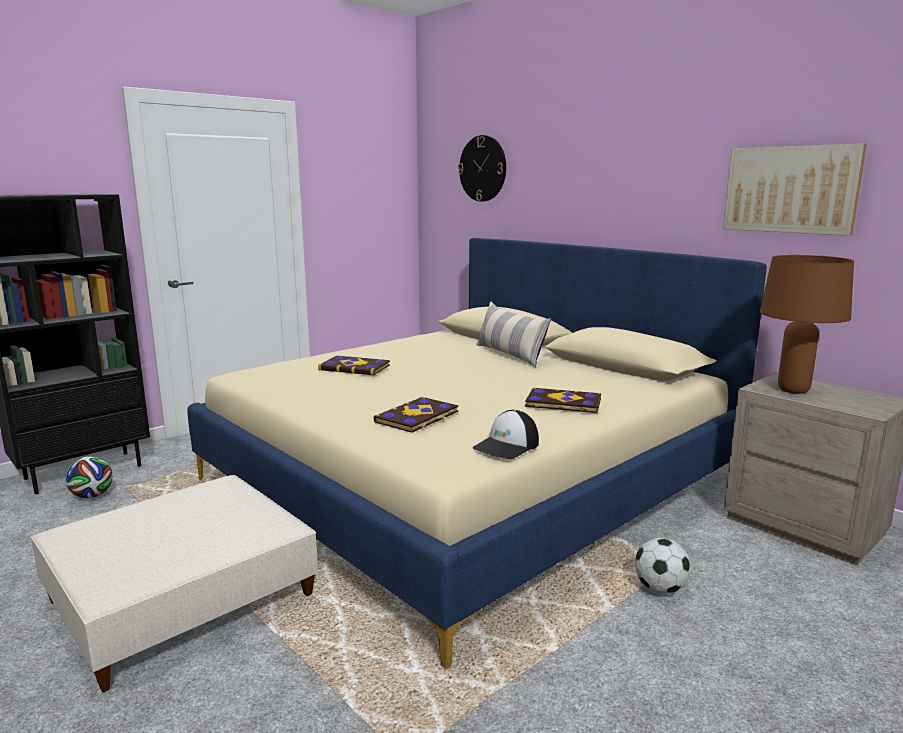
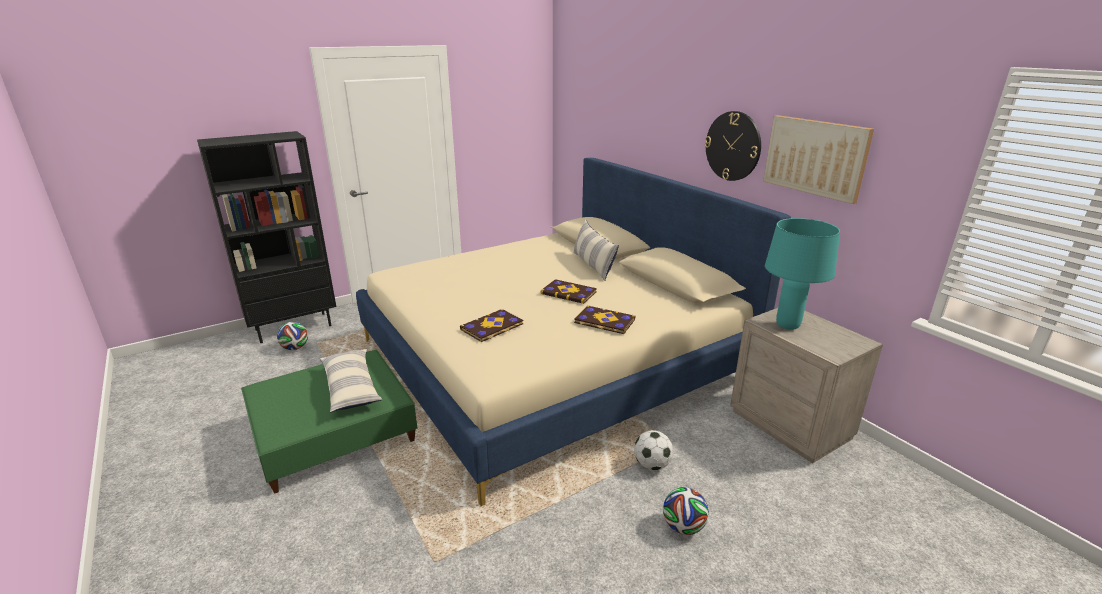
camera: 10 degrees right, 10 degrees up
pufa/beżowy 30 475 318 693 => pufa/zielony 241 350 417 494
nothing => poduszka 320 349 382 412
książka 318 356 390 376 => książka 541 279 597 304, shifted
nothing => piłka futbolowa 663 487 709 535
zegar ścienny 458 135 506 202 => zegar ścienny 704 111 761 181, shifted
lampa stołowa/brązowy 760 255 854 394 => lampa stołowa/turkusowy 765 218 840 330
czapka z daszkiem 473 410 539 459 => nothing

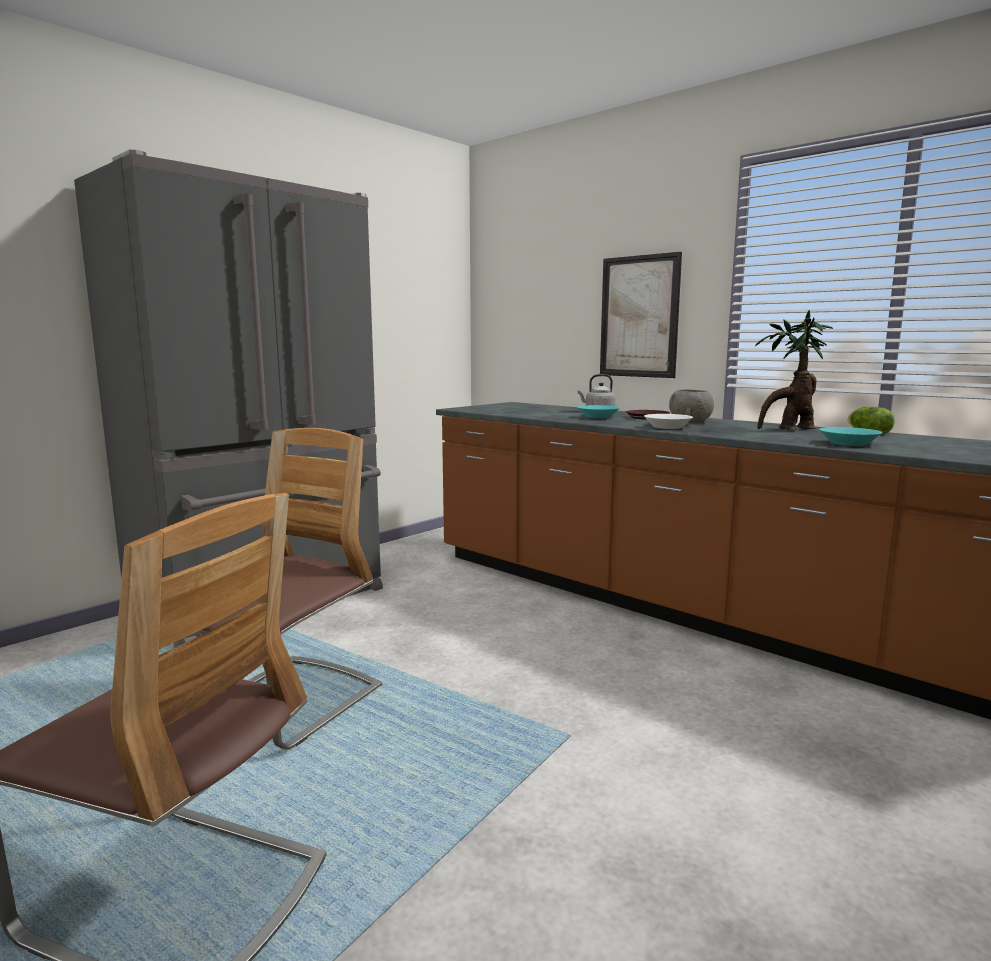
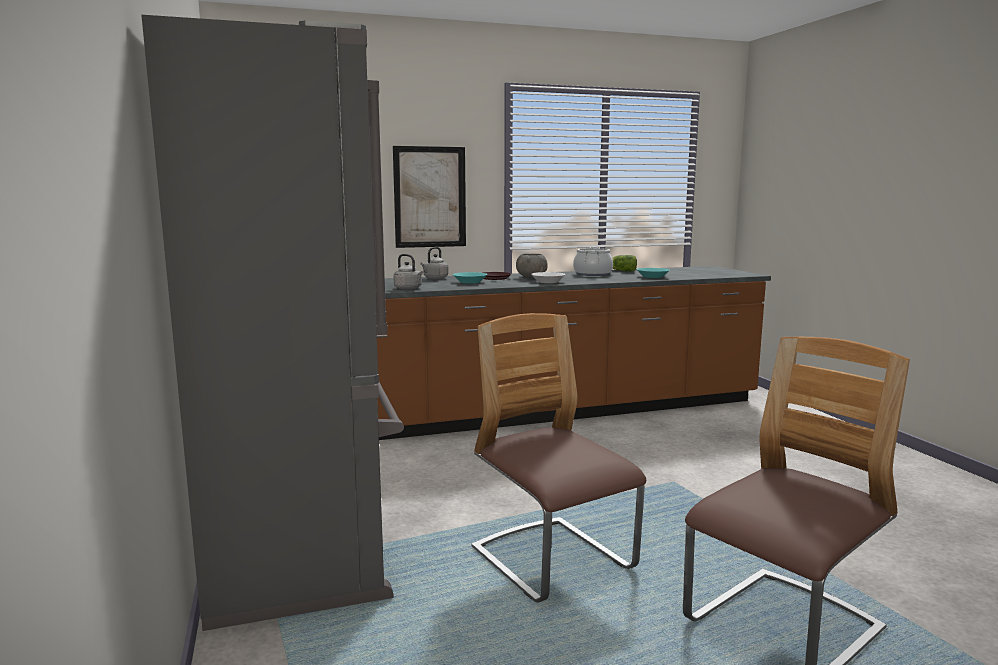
camera: 60 degrees left, 0 degrees up
nothing => czajnik/szary 393 254 423 290
roślina doniczkowa 755 310 833 430 => garnek 573 247 613 276

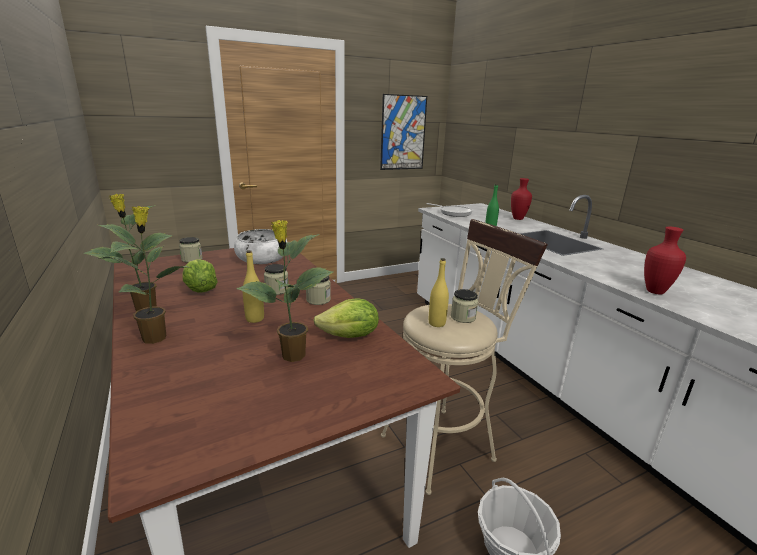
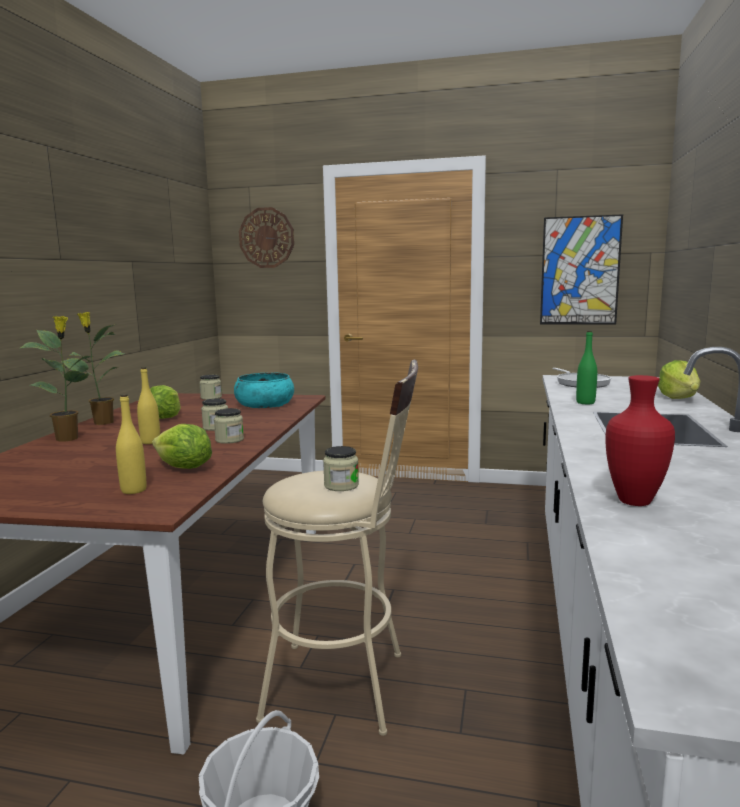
camera: 40 degrees right, 10 degrees down
butelka/żółty 429 258 449 327 => butelka/żółty 116 394 146 494, shifted
miska/biały 234 229 287 264 => miska/turkusowy 234 372 294 408
nothing => zegar ścienny 239 207 294 268
wazon/czerwony 511 178 532 220 => sałata 658 360 700 399
roślina doniczkowa 236 220 333 362 => nothing

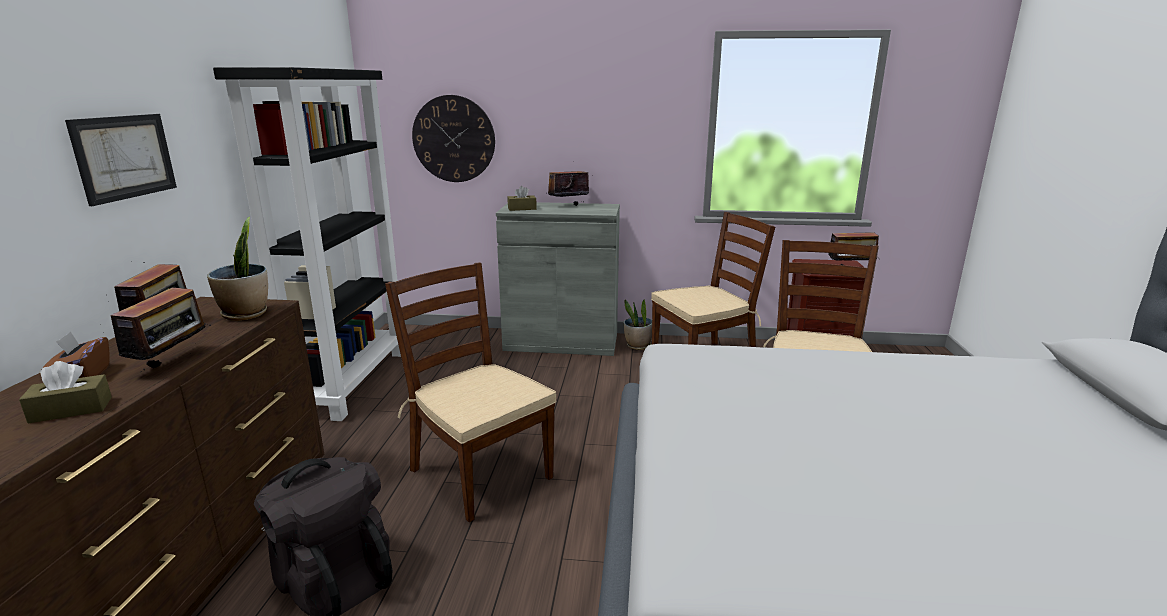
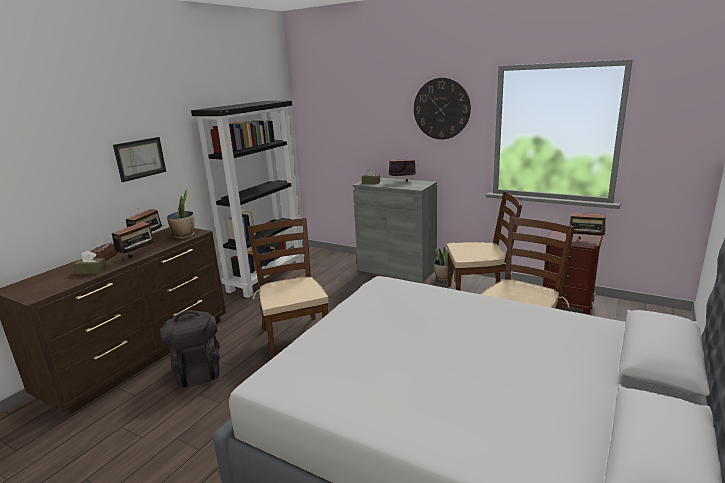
camera: 25 degrees right, 0 degrees up
zegar ścienny 412 95 495 182 => zegar ścienny 414 78 471 140, shifted

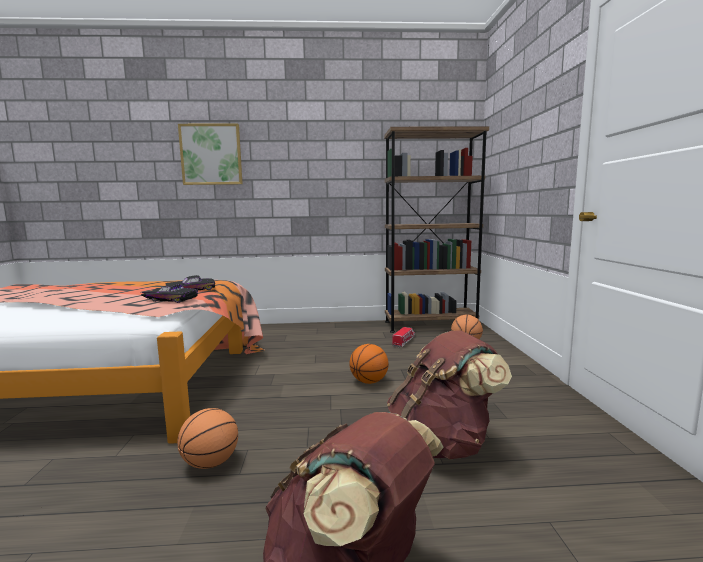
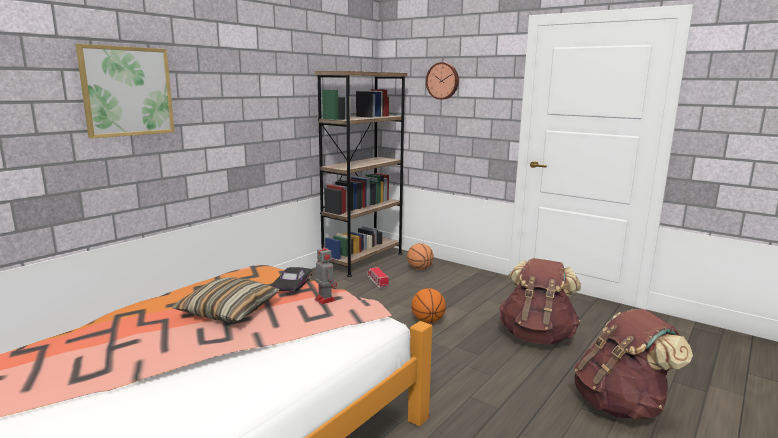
camera: 50 degrees left, 5 degrees up
nothing => poduszka 172 277 279 322
samochodzik/czarny 140 284 198 303 => robot zabawkowy 315 243 337 304
nothing => zegar ścienny 426 62 459 100
piłka do koszykówki 177 408 238 469 => nothing

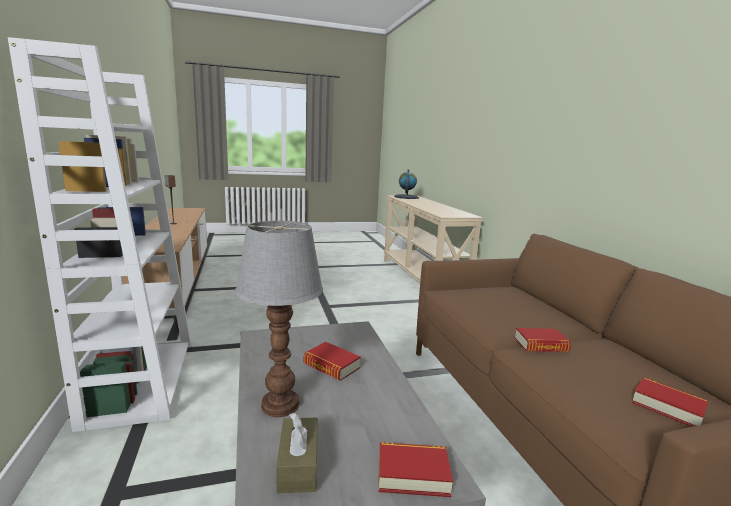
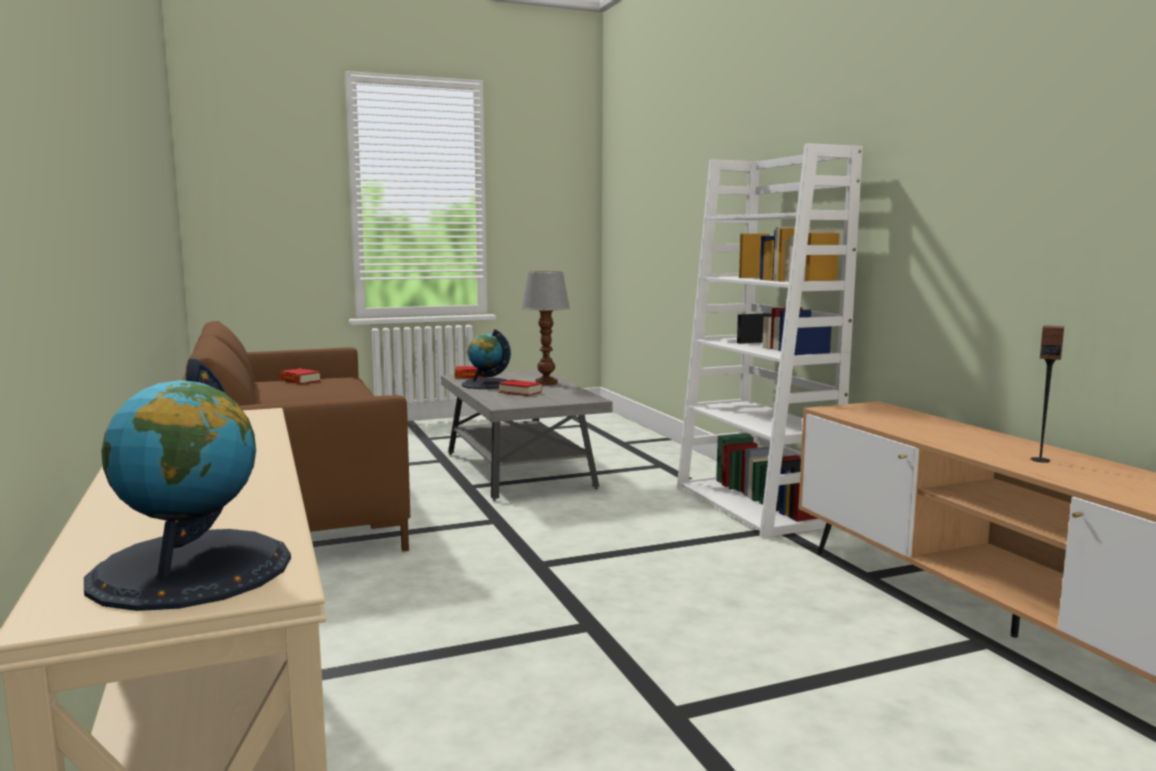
camera: 175 degrees right, 5 degrees down
nothing => globus 461 329 511 389
pudełko chusteczek/brązowy 276 413 318 493 => nothing
książka 515 328 571 352 => nothing

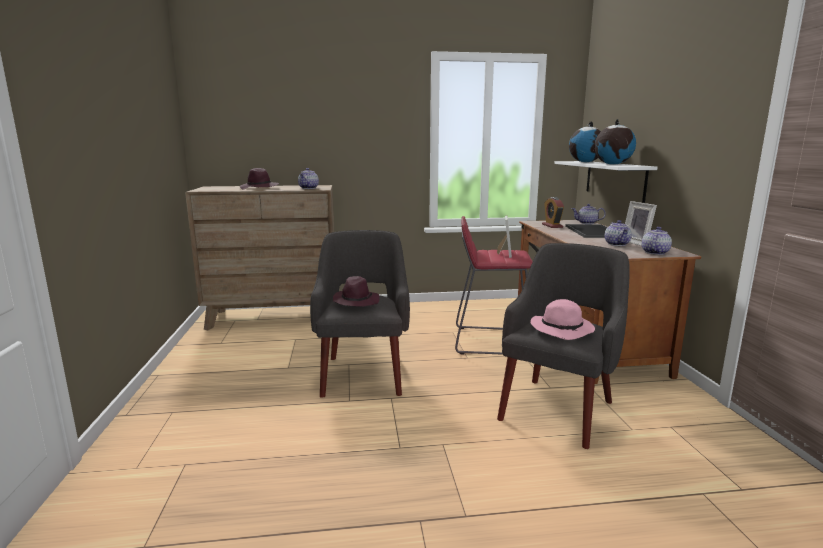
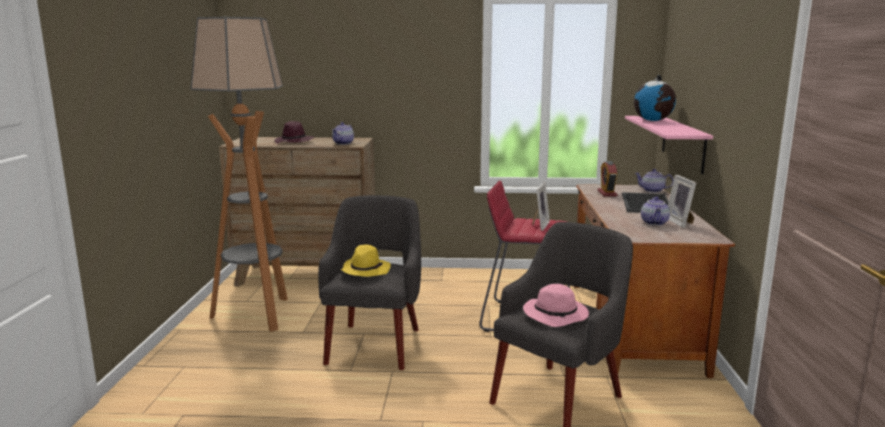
camera: 10 degrees right, 0 degrees up
nothing => lampa stojąca 190 17 288 332
kapelusz/fioletowy 333 276 380 307 => kapelusz/żółty 341 245 391 277
półka/biały 554 161 658 203 => półka/różowy 625 116 713 174
globus 594 119 636 165 => nothing
imbryk 642 227 672 255 => nothing

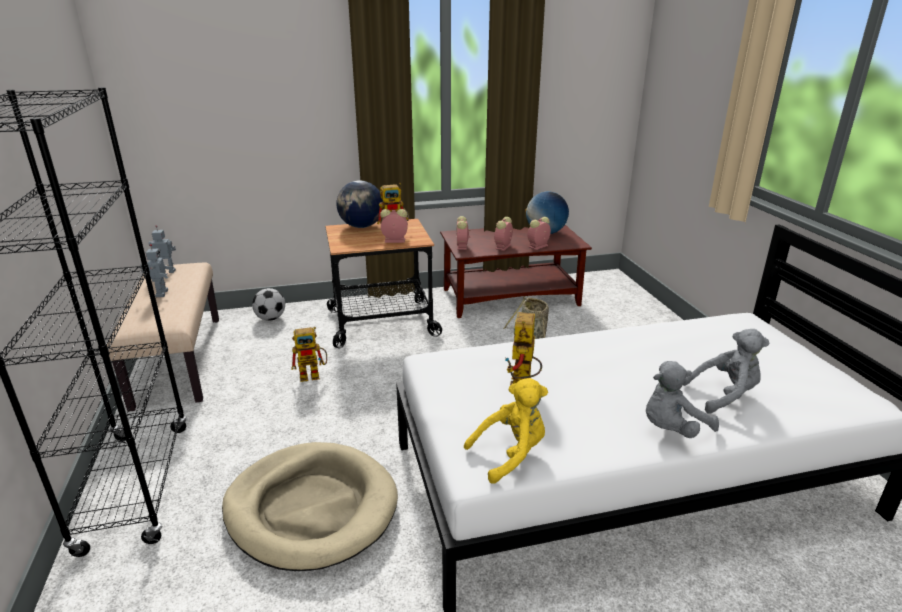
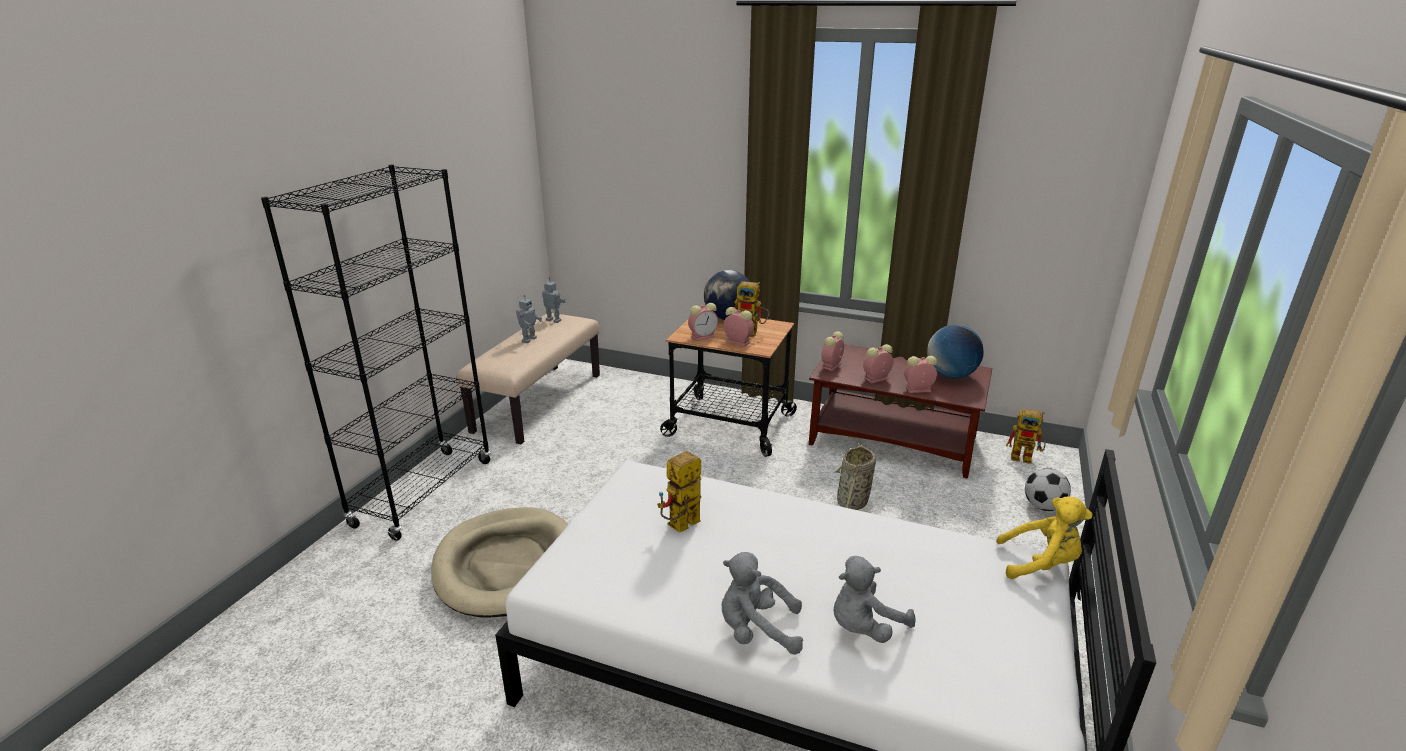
camera: 35 degrees right, 0 degrees up
nothing => budzik 688 303 718 341
pluszak/szary 683 329 769 414 => pluszak/szary 833 556 915 643, 120 degrees clockwise
pluszak/żółty 464 378 548 484 => pluszak/żółty 996 497 1092 579, shifted
robot zabawkowy 291 327 327 382 => robot zabawkowy 1006 409 1046 464, shifted
piłka futbolowa 252 288 285 321 => piłka futbolowa 1025 468 1071 511, shifted

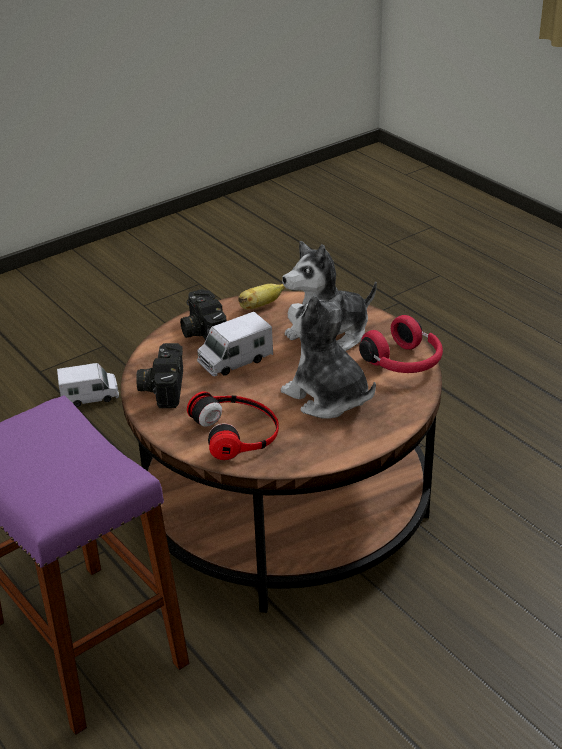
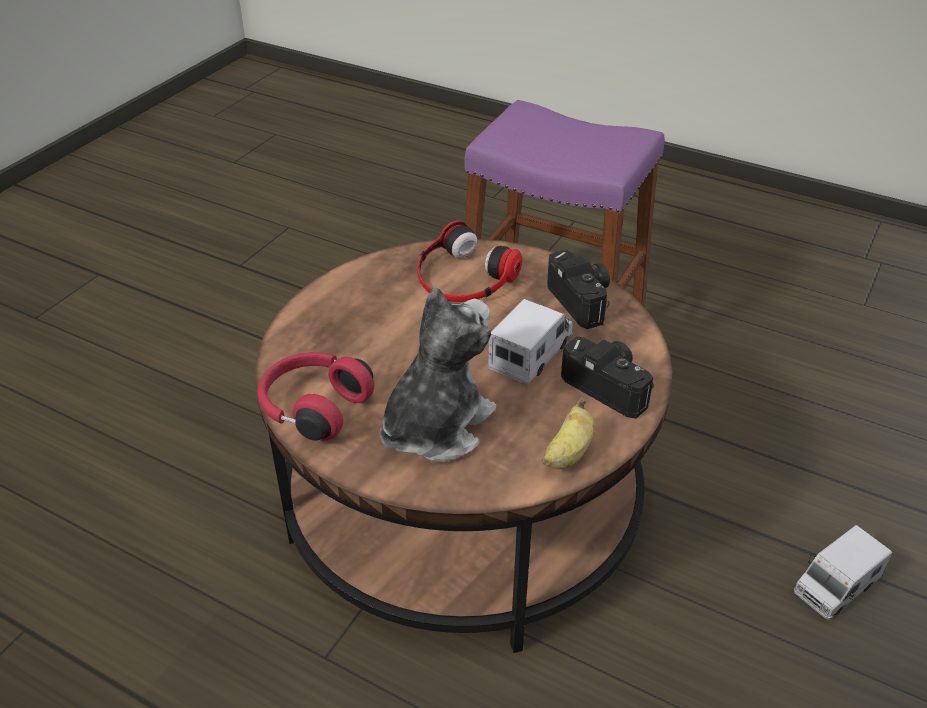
camera: 155 degrees right, 5 degrees up
pluszak 281 291 376 419 => nothing

